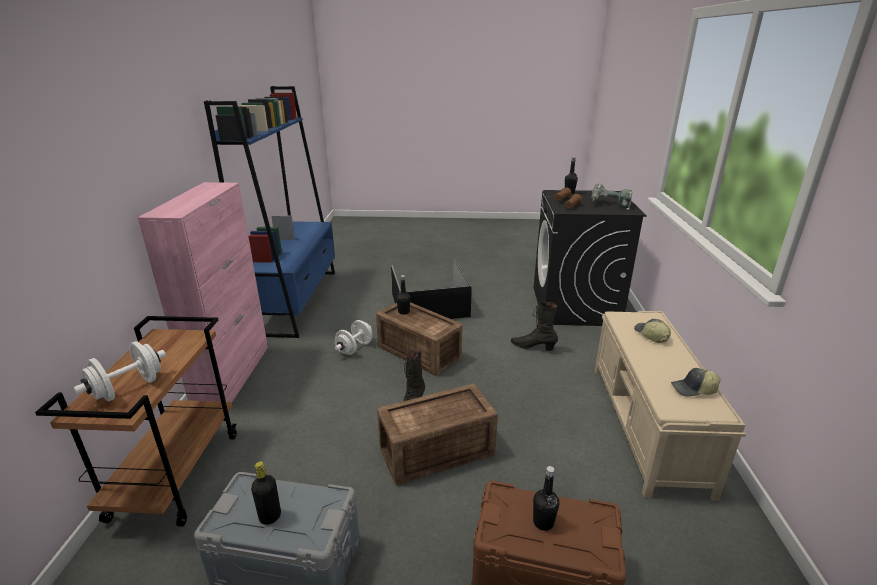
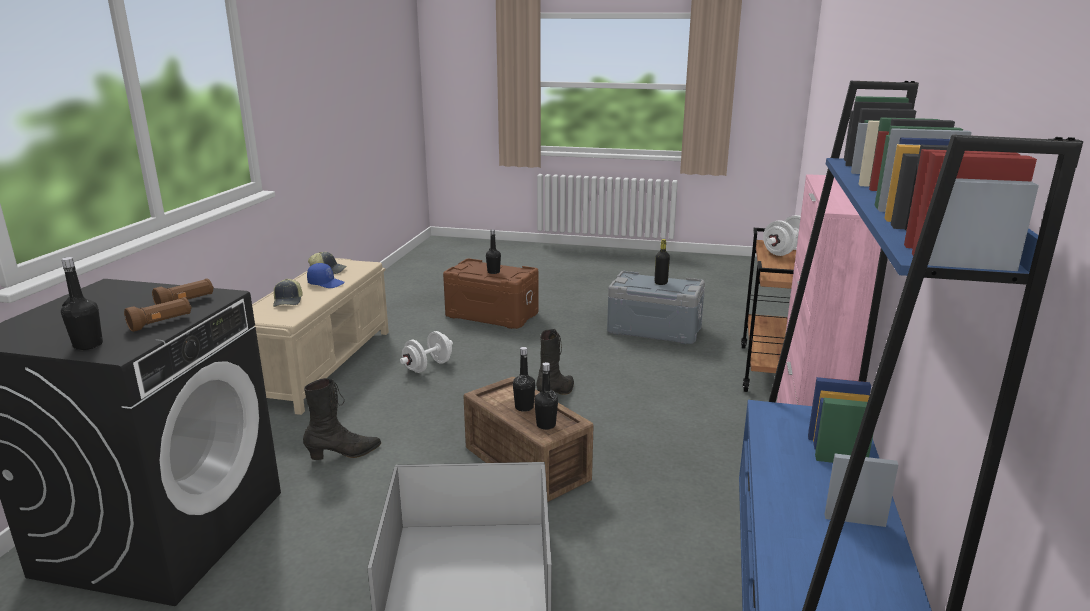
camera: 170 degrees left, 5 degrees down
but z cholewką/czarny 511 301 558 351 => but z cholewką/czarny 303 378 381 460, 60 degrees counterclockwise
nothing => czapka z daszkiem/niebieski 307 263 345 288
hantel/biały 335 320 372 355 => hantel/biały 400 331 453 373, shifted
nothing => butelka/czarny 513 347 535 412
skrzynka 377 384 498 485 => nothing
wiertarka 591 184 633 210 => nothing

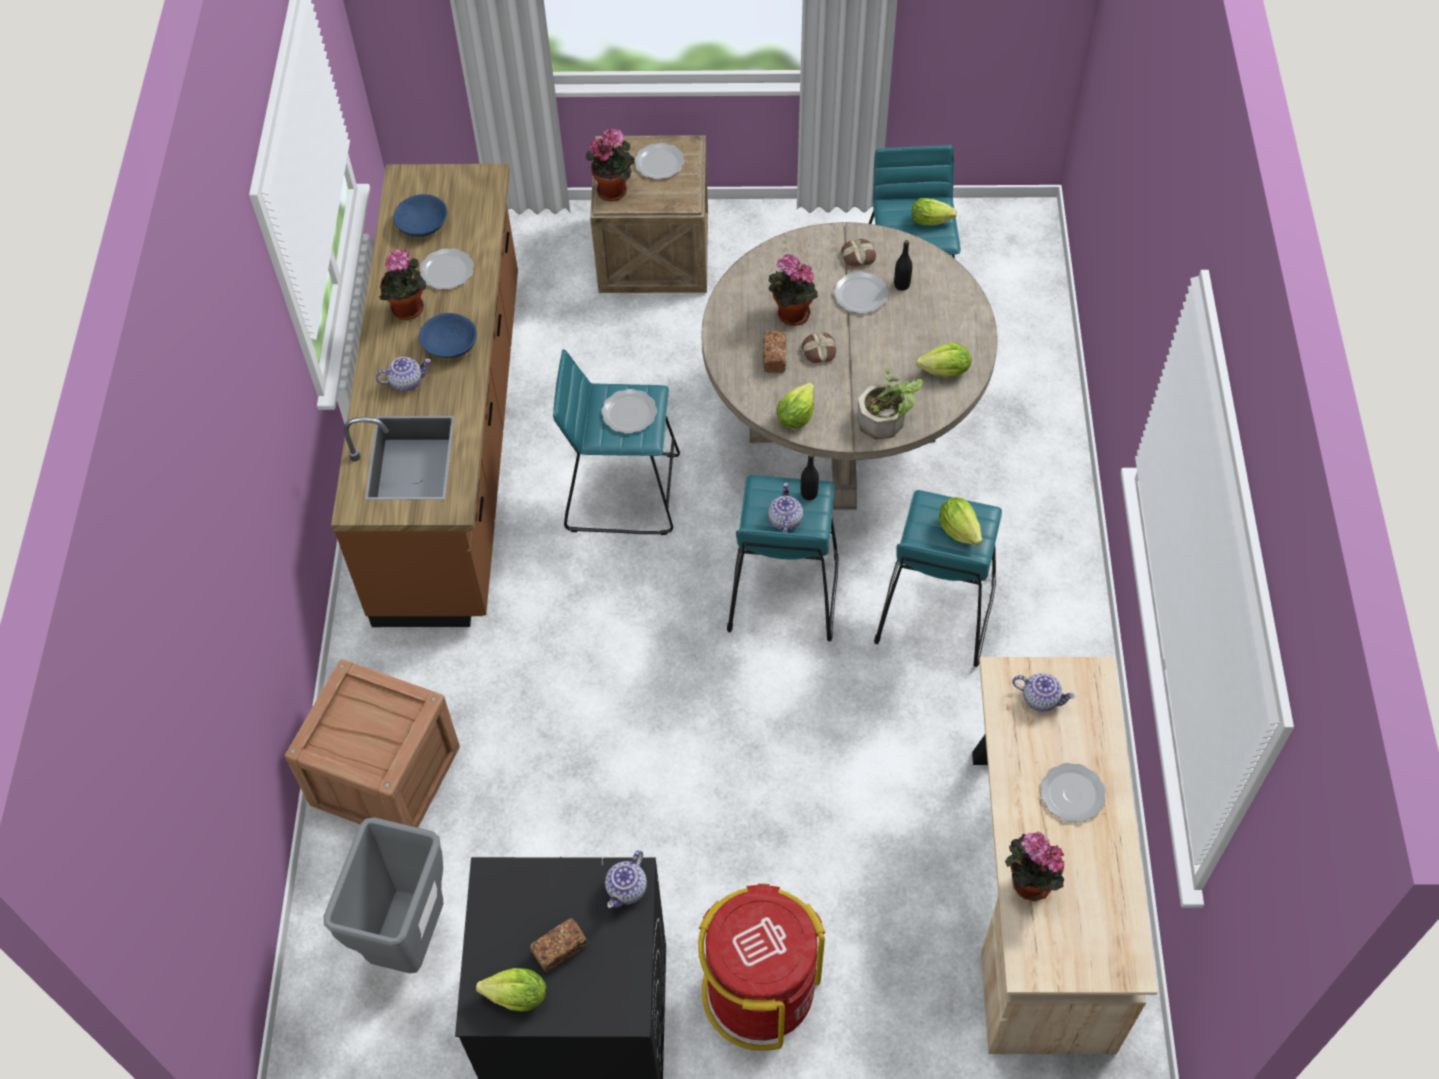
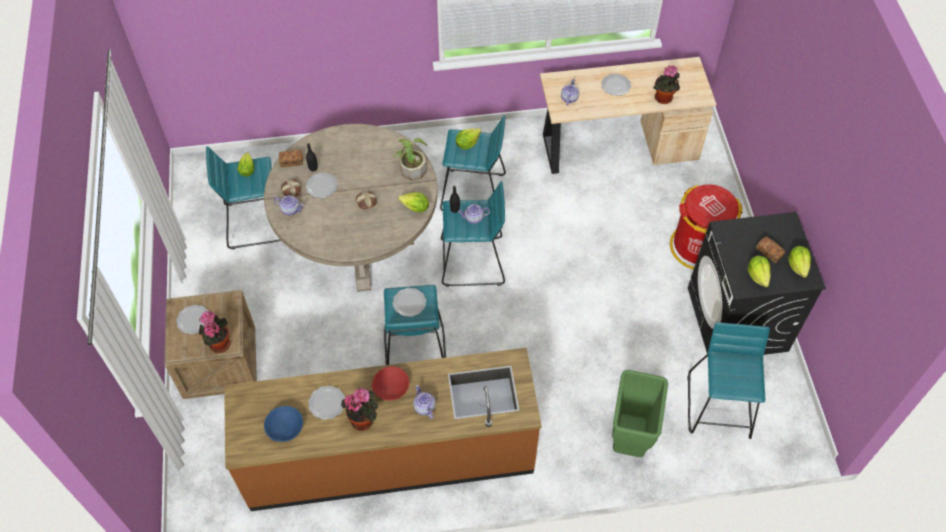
camera: 100 degrees left, 0 degrees up
imbryk 605 850 647 908 => imbryk 274 195 304 215, shifted
chleb 763 330 786 373 => chleb 279 150 303 167, shifted
miska/niebieski 419 313 477 358 => miska/czerwony 372 366 409 401
skrzynka 285 659 460 828 => kosz na śmieci/zielony 612 370 668 457
kosz na śmieci/szary 324 817 443 974 => stołek/turkusowy 687 322 770 439
sałata 916 343 972 377 => sałata 748 256 771 287, shifted
roślina doniczkowa 768 254 818 326 => nothing

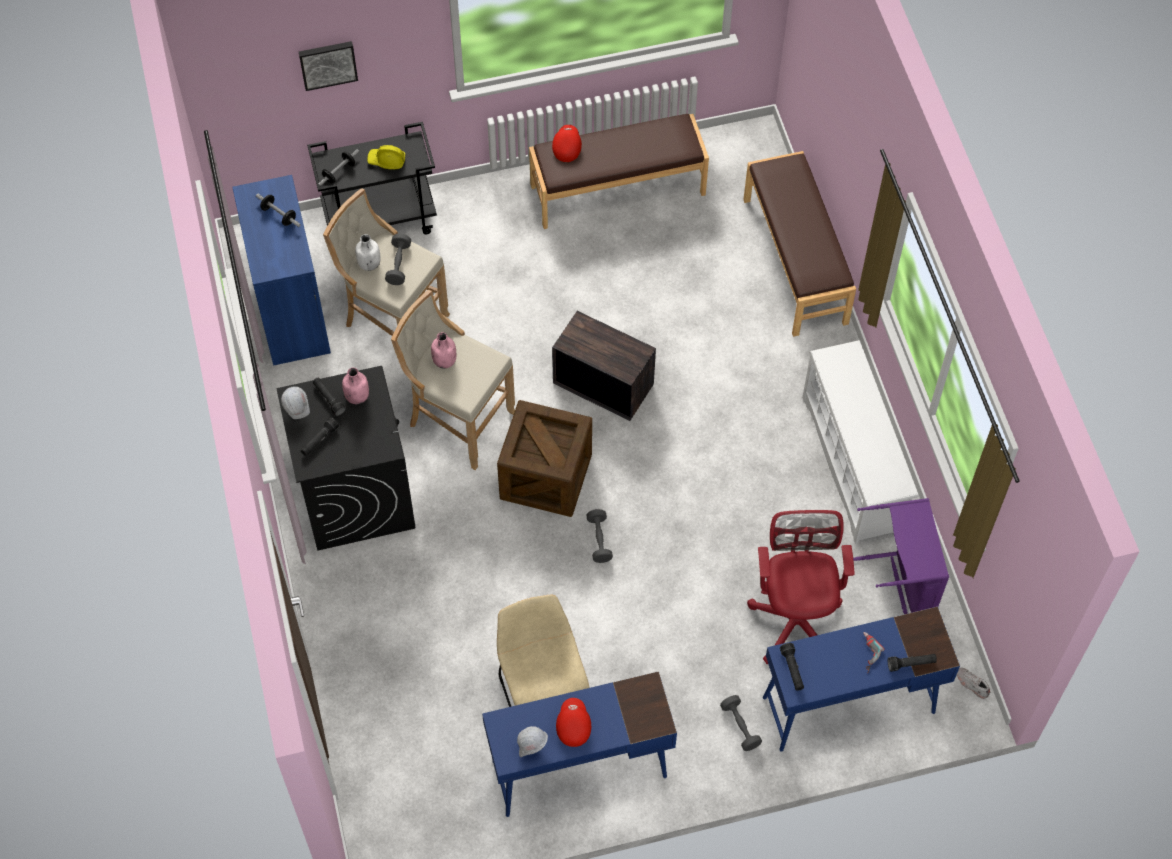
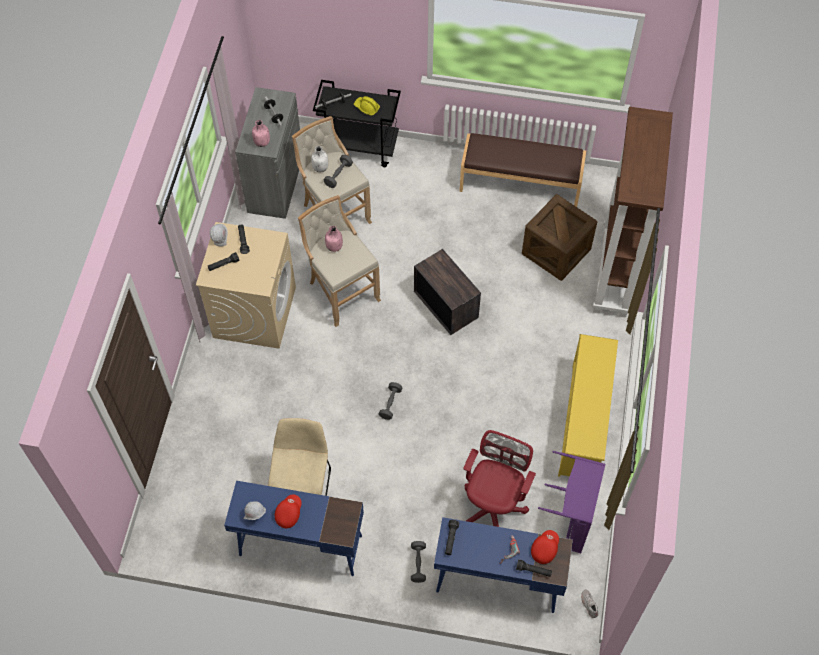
camera: 25 degrees right, 0 degrees up
pralka/czarny 276 366 416 551 => pralka/beżowy 196 222 296 349
szafka/niebieski 232 175 331 365 => szafka/szary 235 87 300 219
butelka/różowy 342 368 369 404 => butelka/różowy 252 120 270 147, shifted
skrzynka 497 400 592 517 => skrzynka 522 194 597 281, shifted
czapka z daszkiem/czerwony 552 125 582 162 => czapka z daszkiem/czerwony 531 530 559 564, shifted
regał na buty/biały 802 340 919 544 => regał na buty/żółty 558 334 618 477
ławka/brązowy 744 151 856 337 => regał/brązowy 593 107 673 317
obraz 299 41 358 91 => nothing

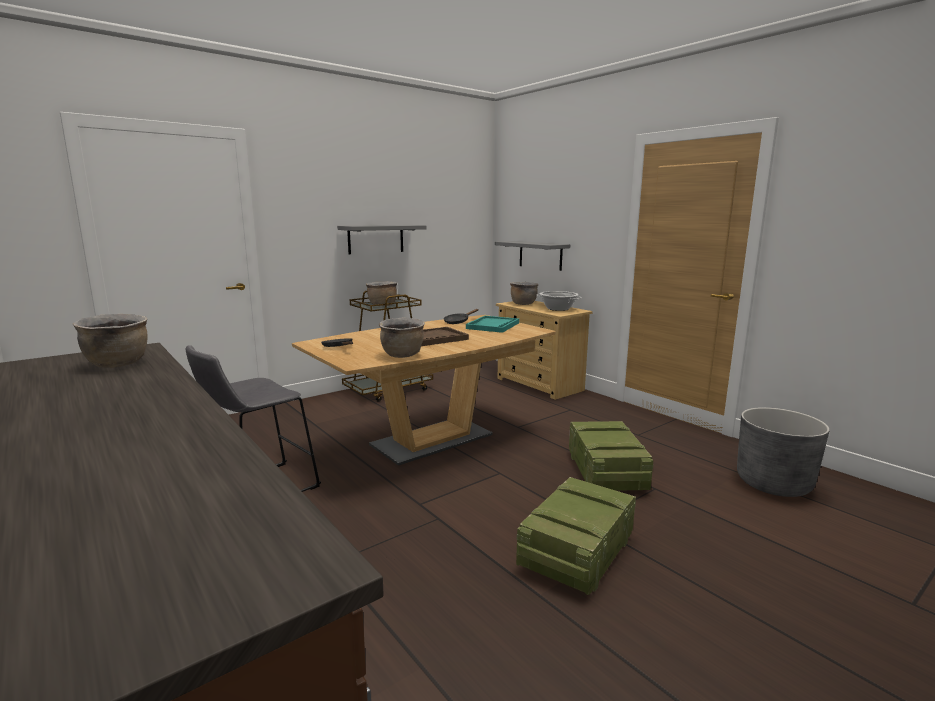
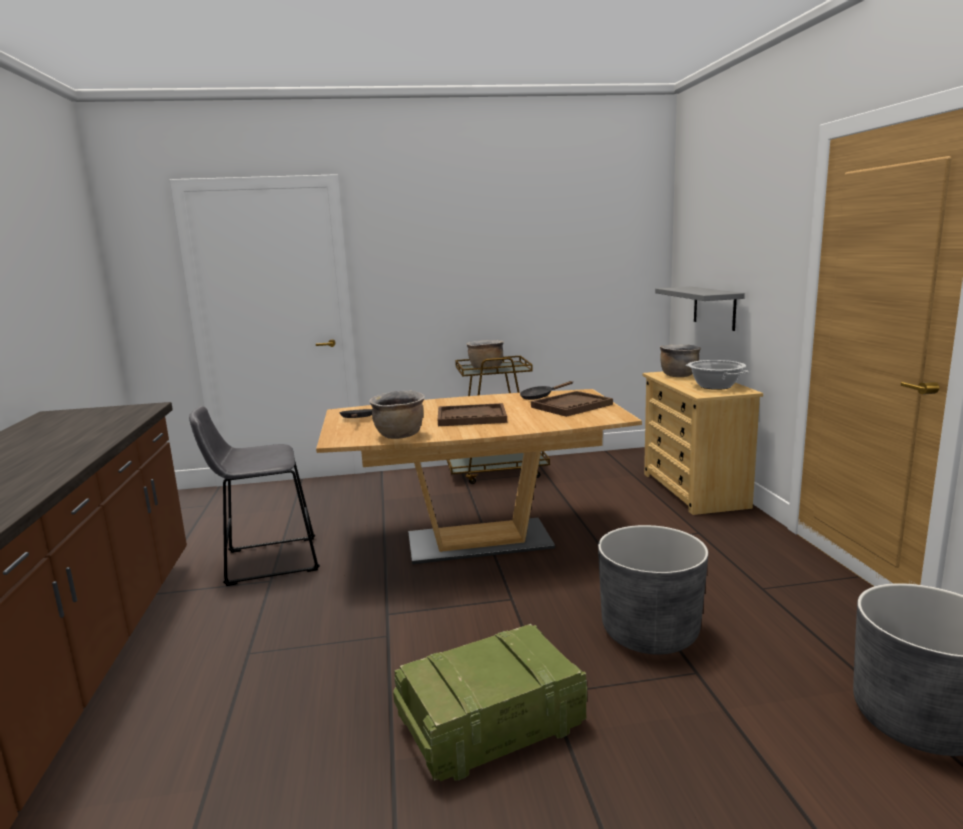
camera: 30 degrees right, 0 degrees up
taca/turkusowy 466 316 519 333 => taca/brązowy 531 391 613 417
skrzynka 569 421 654 491 => donica/szary 598 525 708 655
garnek/brązowy 73 314 148 368 => nothing
półka/szary 337 225 427 254 => nothing

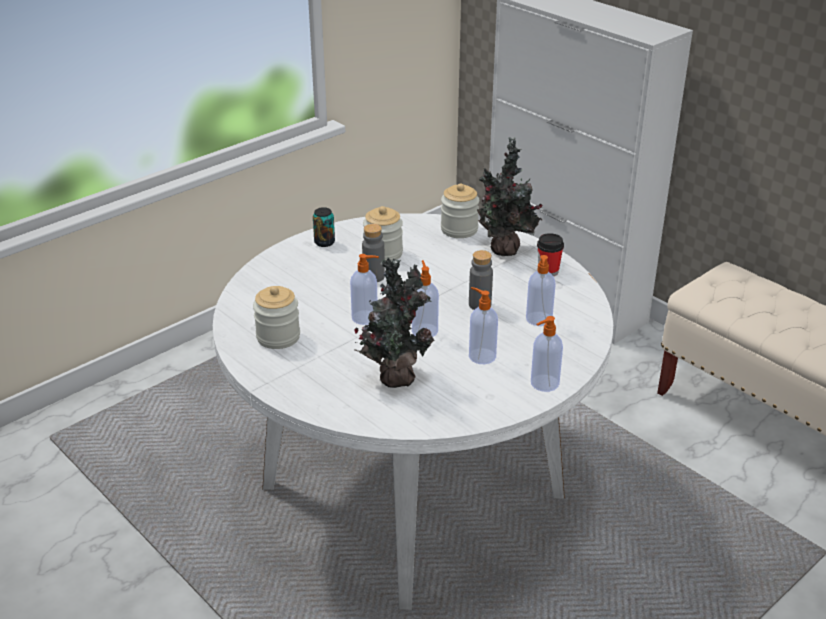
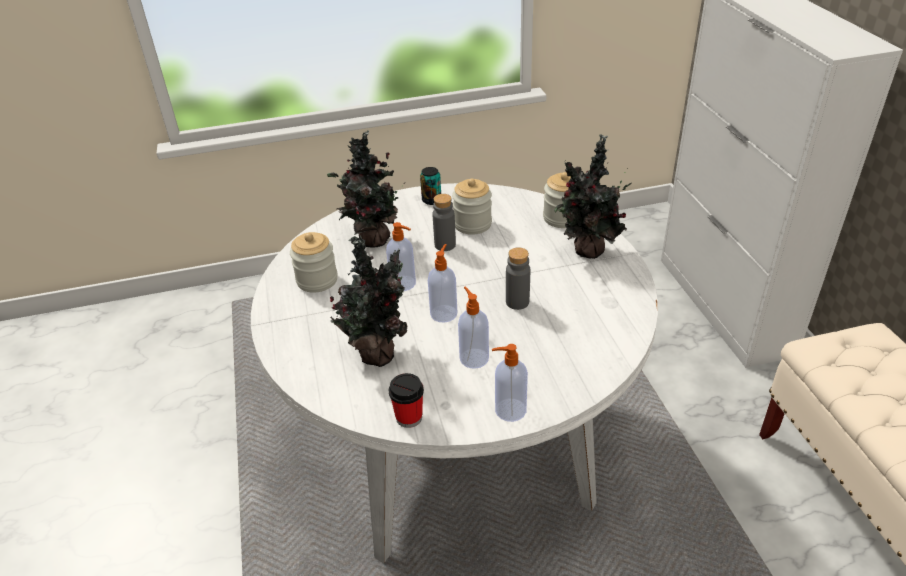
camera: 30 degrees right, 5 degrees up
nothing => roślina doniczkowa 327 130 405 247
filiżanka 537 233 564 276 => filiżanka 389 373 424 428, shifted
dozownik mydła 526 255 556 326 => nothing

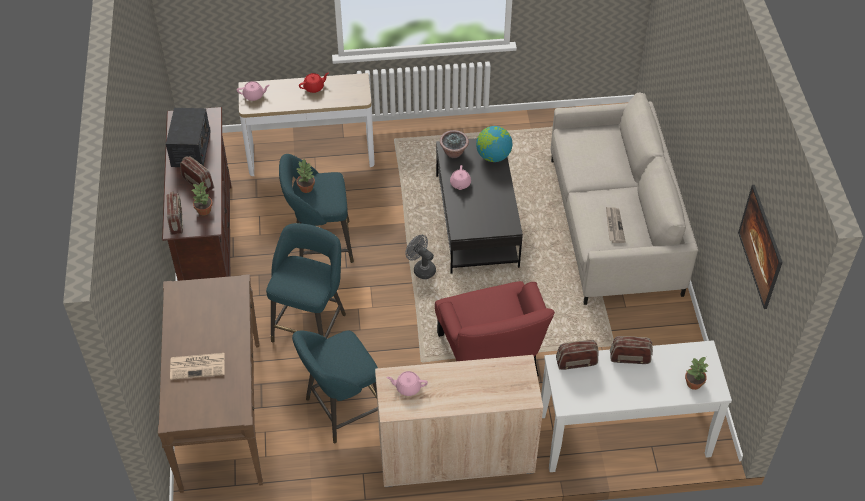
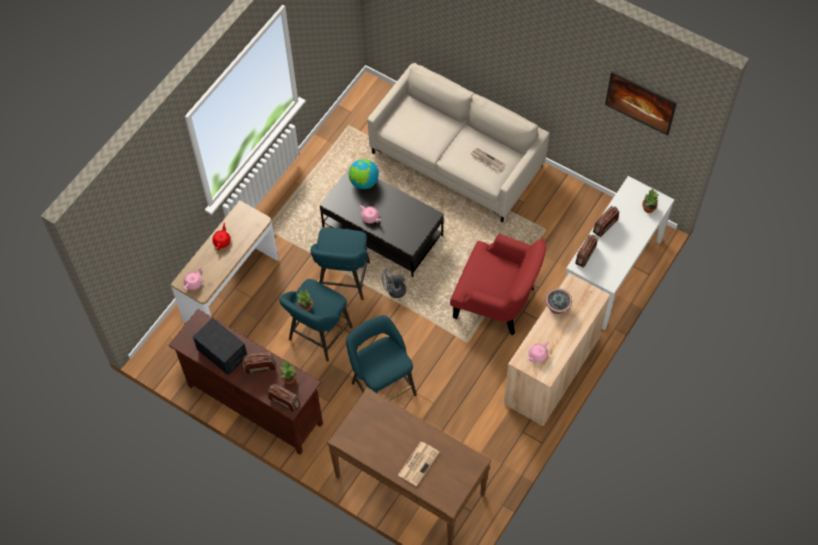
camera: 50 degrees left, 10 degrees up
stołek/turkusowy 292 330 378 443 => stołek/turkusowy 311 227 370 300, shifted
roślina doniczkowa 440 130 469 158 => roślina doniczkowa 545 289 572 314, shifted

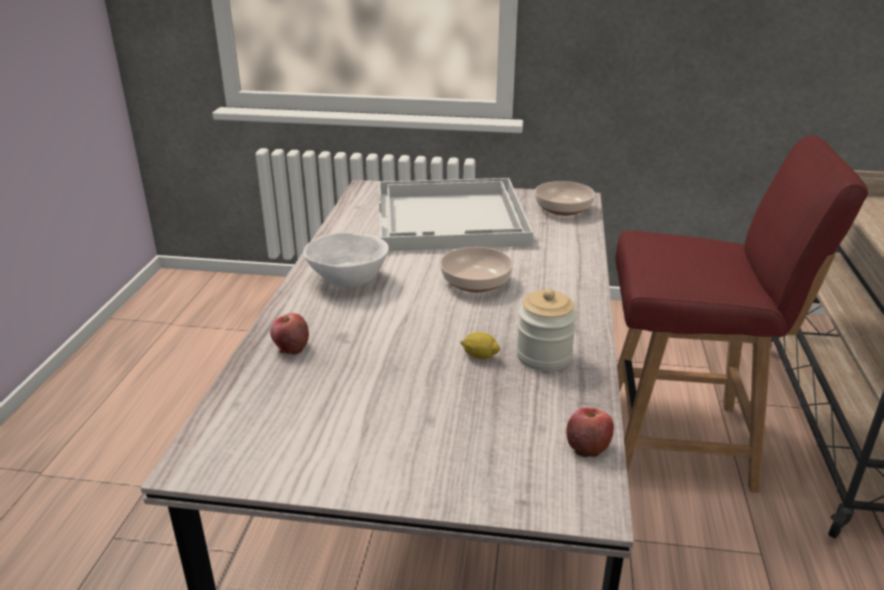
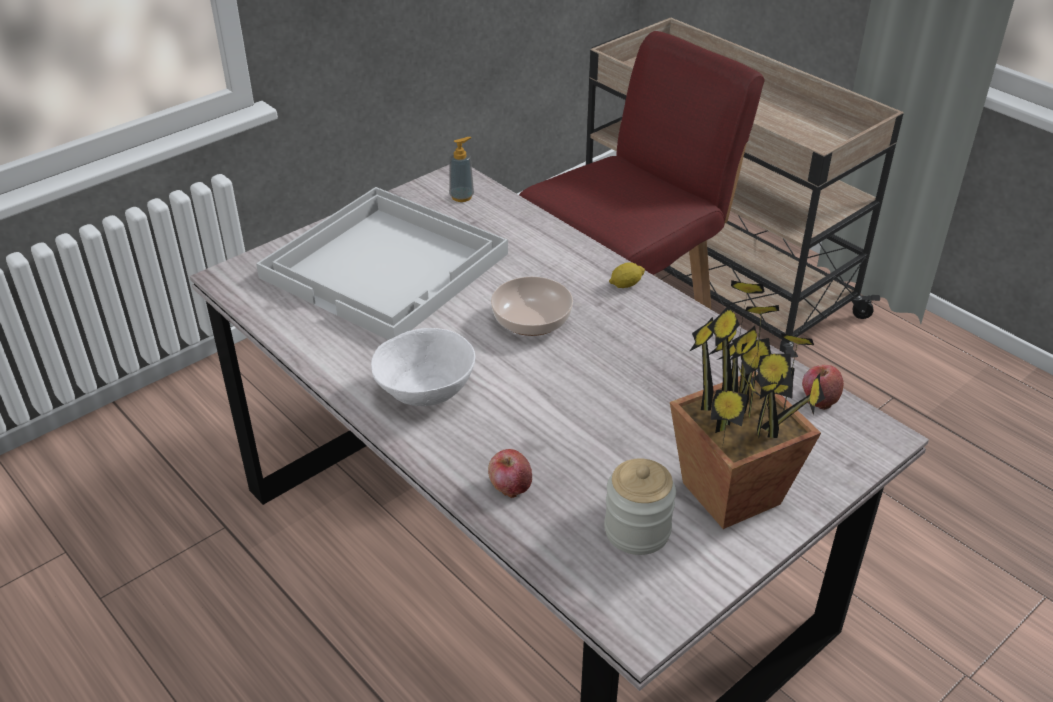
camera: 50 degrees left, 10 degrees up
miska 535 181 595 216 => dozownik mydła 449 137 474 202
słoik 516 289 577 371 => słoik 604 458 676 555, shifted
cytryna 460 332 501 359 => cytryna 609 262 645 288, shifted
nothing => roślina doniczkowa 670 280 825 529

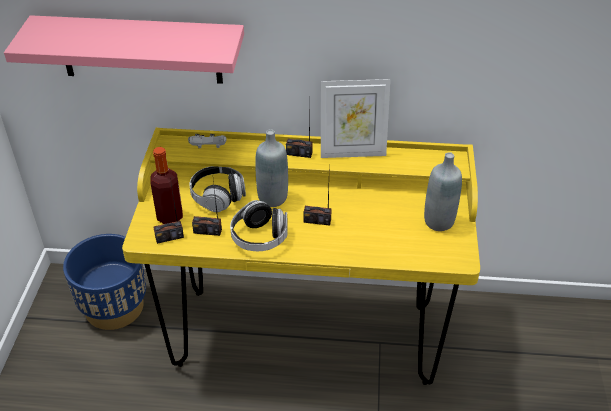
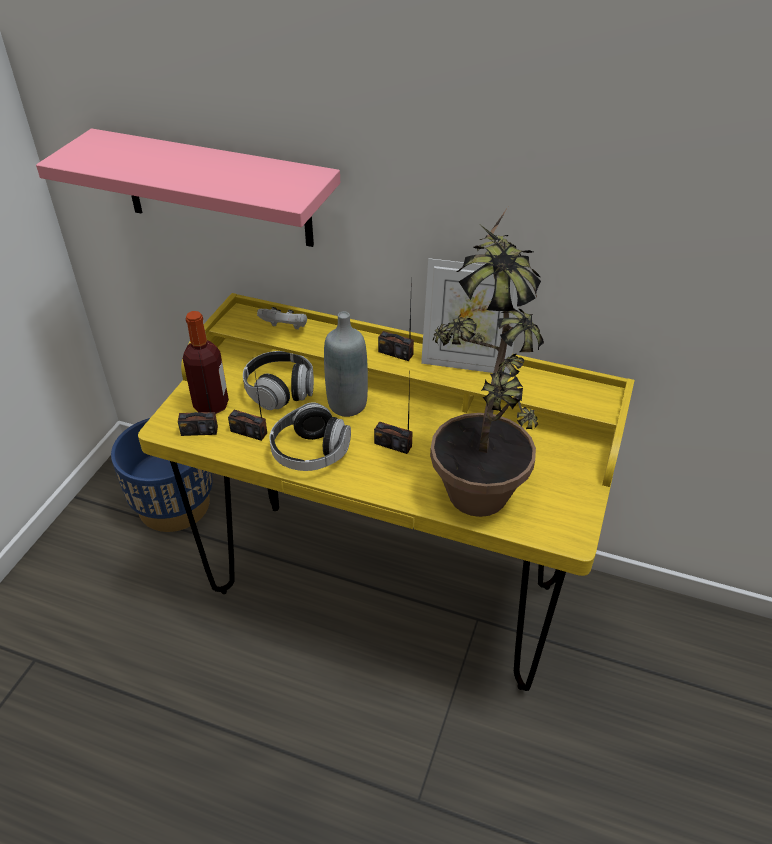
camera: 15 degrees right, 0 degrees up
nothing => roślina doniczkowa 430 207 544 517
butelka/szary 424 152 462 231 => nothing

